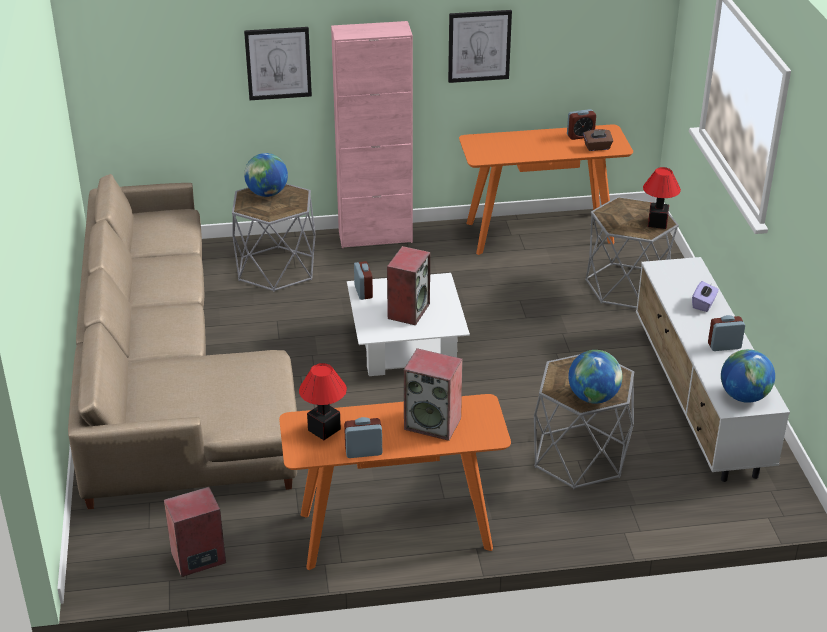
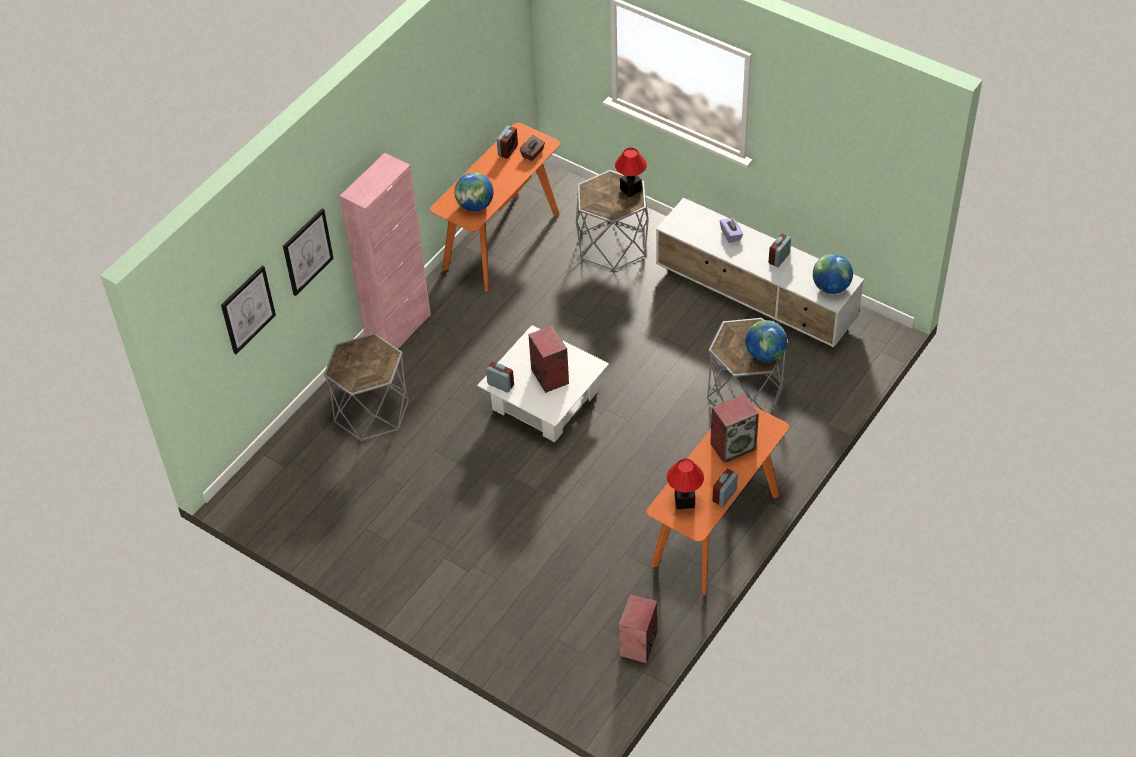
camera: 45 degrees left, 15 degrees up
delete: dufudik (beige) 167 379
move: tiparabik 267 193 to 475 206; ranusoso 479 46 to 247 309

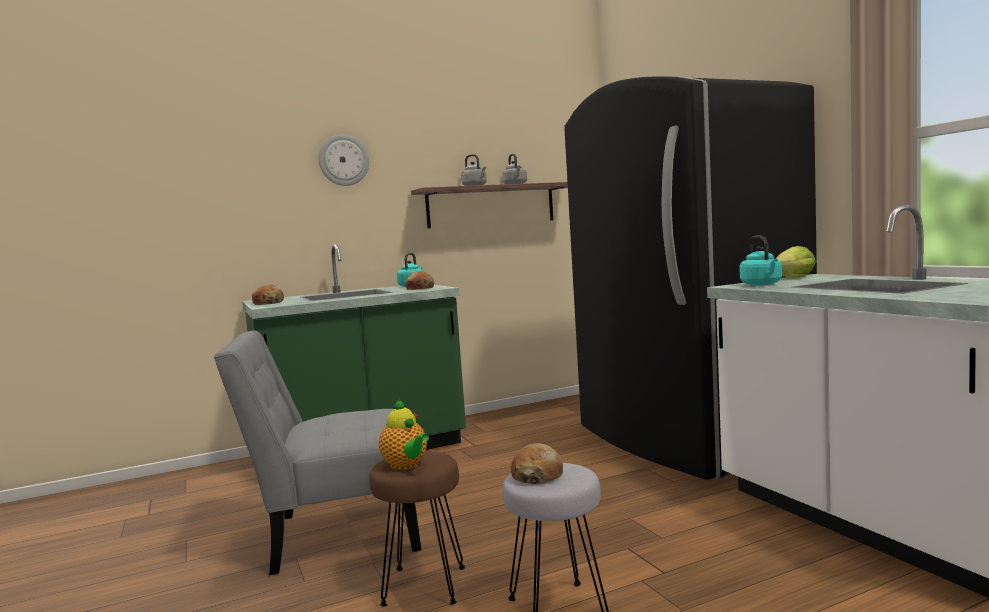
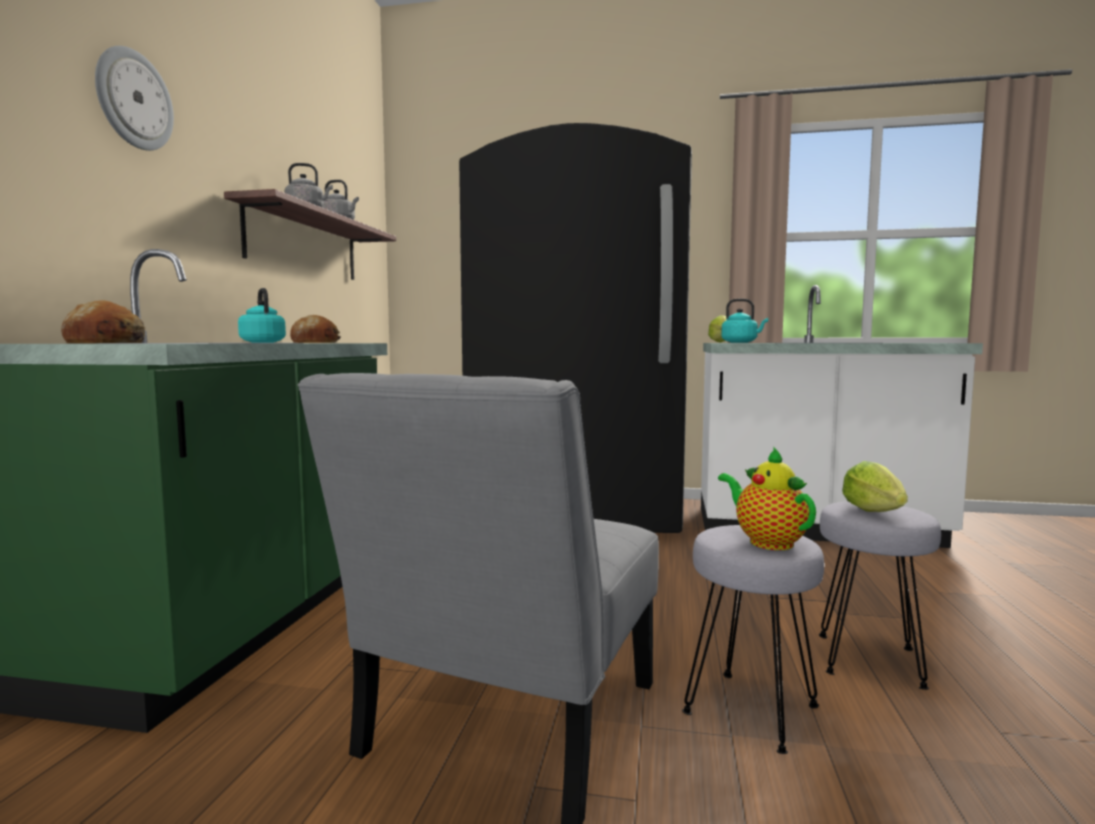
camera: 55 degrees left, 0 degrees up
replace: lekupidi 537 476 to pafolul 876 513
recolor: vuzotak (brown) 423 585 to vuzotak (grey) 750 711
rotate: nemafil 406 465 = 766 542 120 degrees counterclockwise

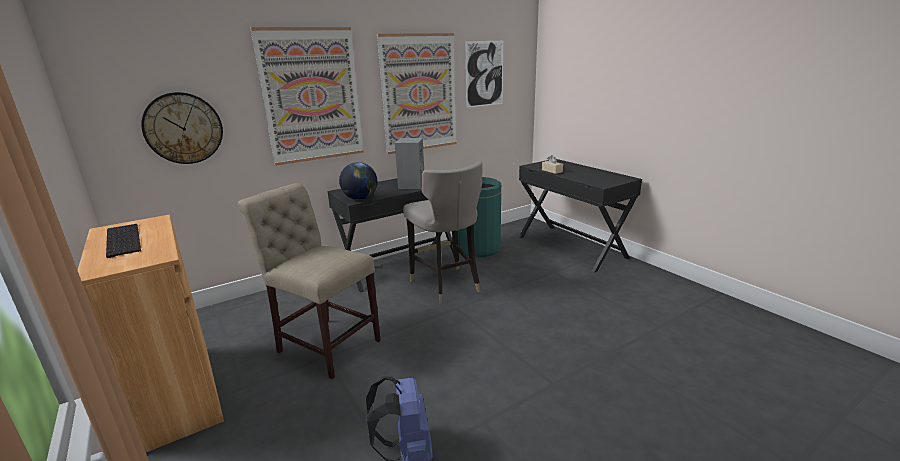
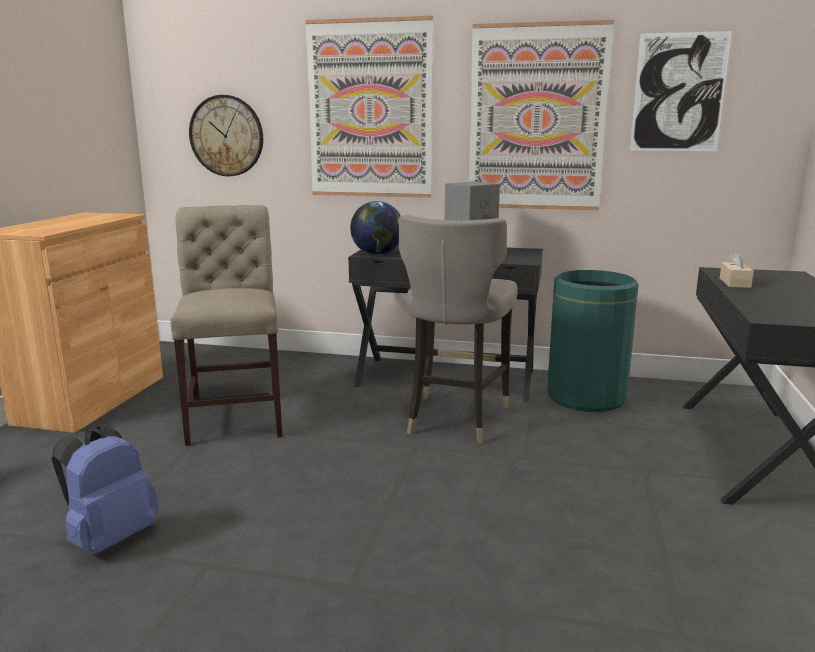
camera: 45 degrees right, 5 degrees down
delete: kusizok 121 240

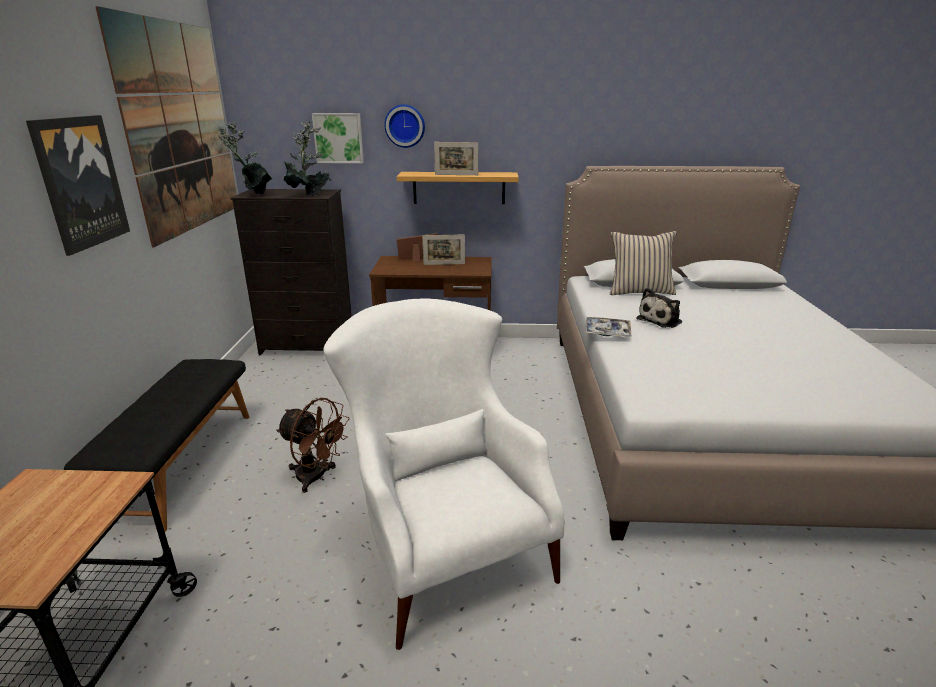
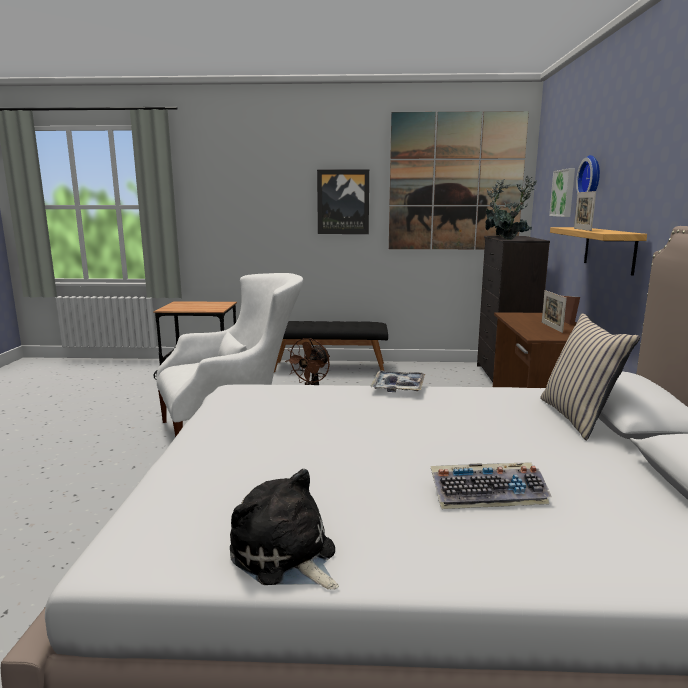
camera: 90 degrees right, 10 degrees down
insert: kusizok 488 493
move: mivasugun 661 320 to 286 556

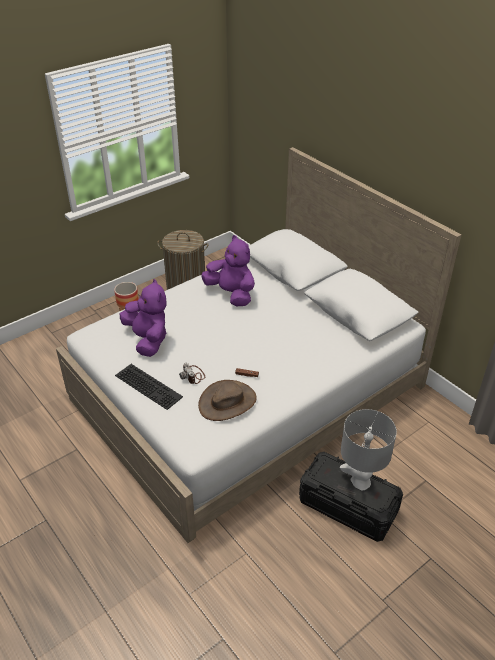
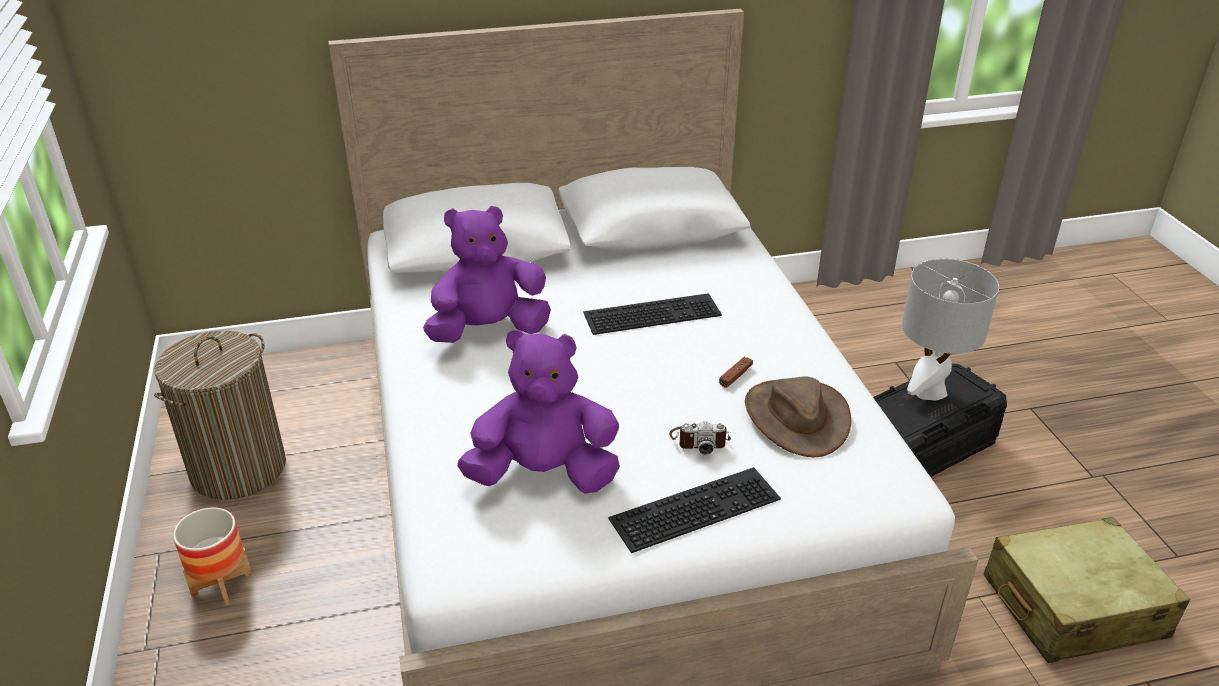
camera: 65 degrees left, 5 degrees down
insert: kusizok 653 312; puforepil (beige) 1073 607

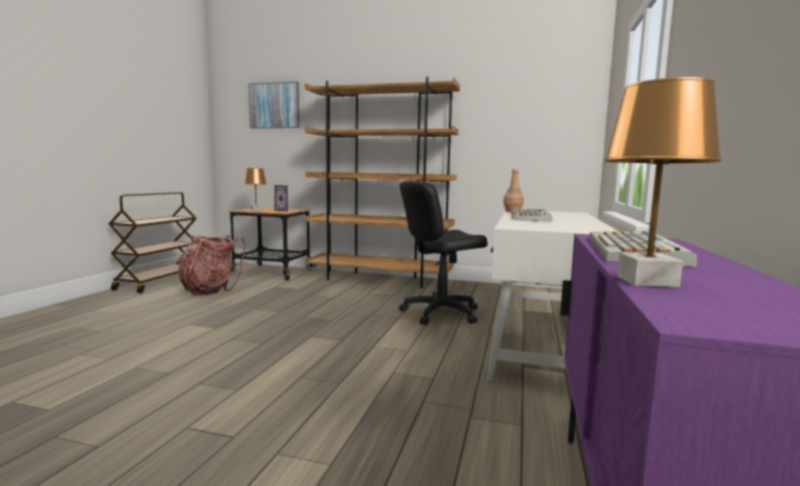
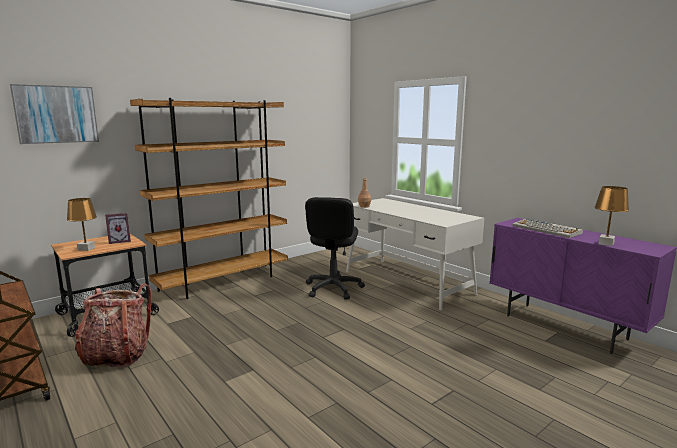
camera: 55 degrees left, 5 degrees up
delete: kusizok 530 217

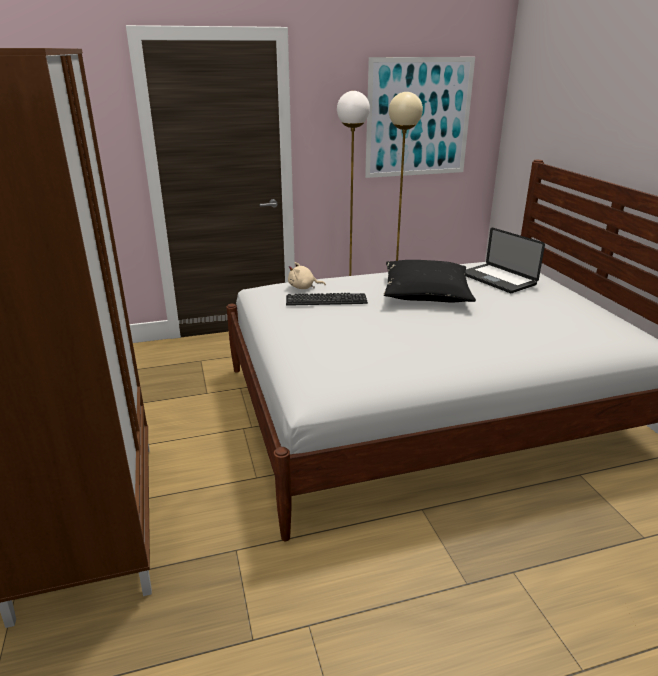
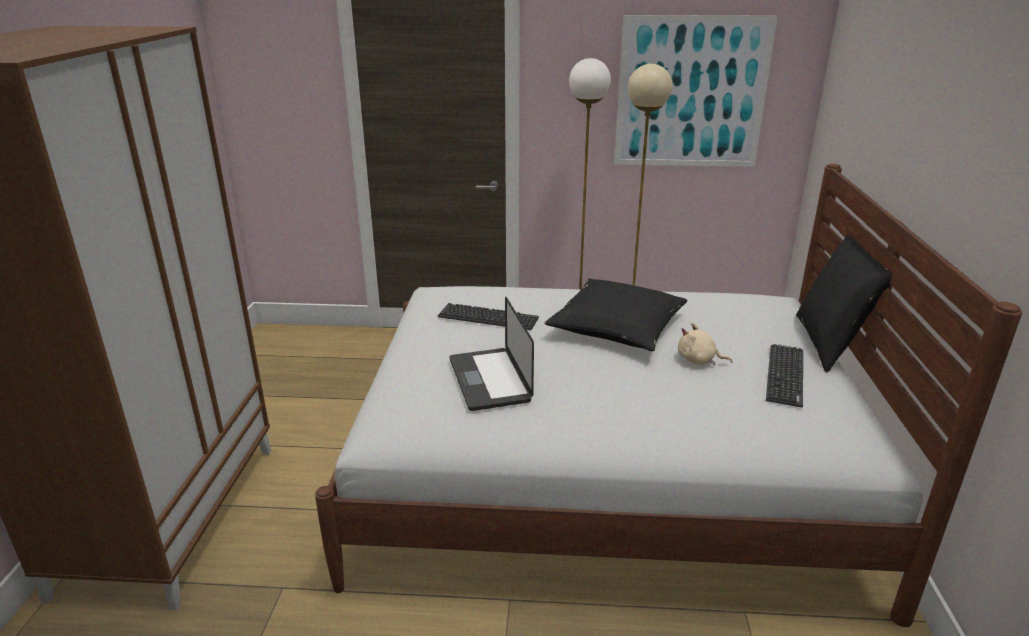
camera: 20 degrees right, 0 degrees up
insert: kusizok 785 375; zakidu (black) 830 343
move: mivasugun (beige) 303 287 to 699 360; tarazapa 498 279 to 489 380

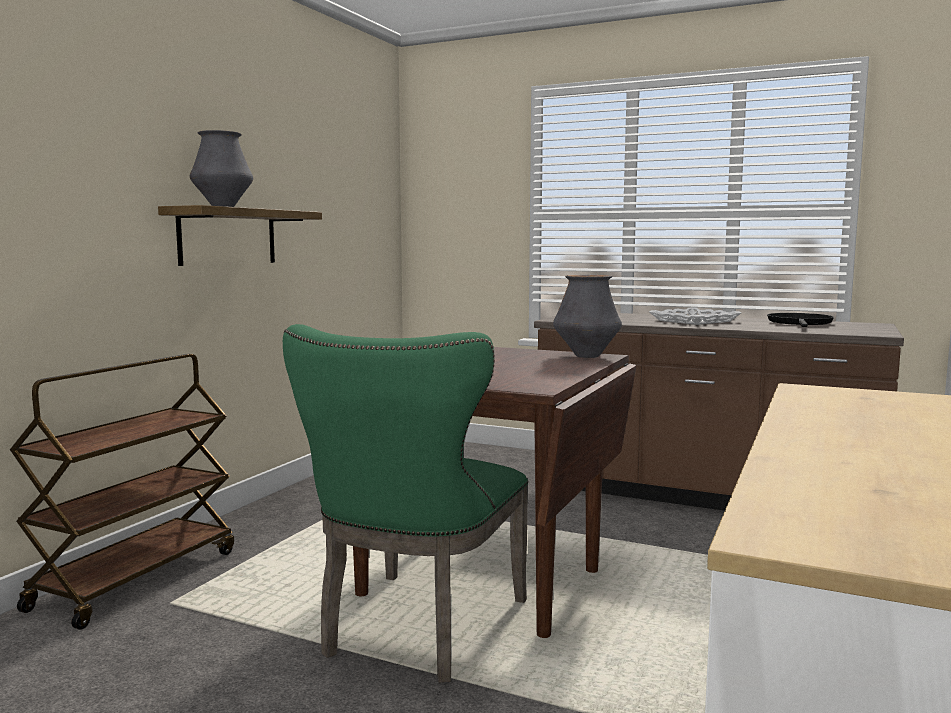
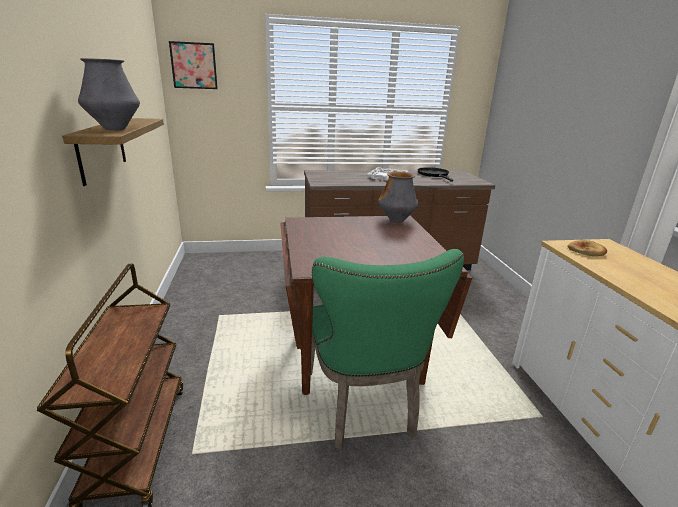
camera: 35 degrees left, 15 degrees up
insert: ranusoso 194 65; lekupidi 586 251

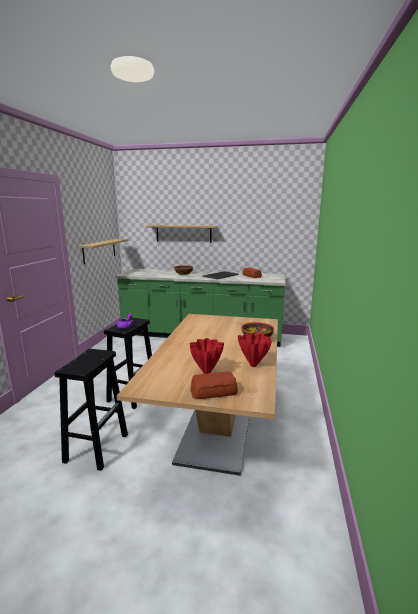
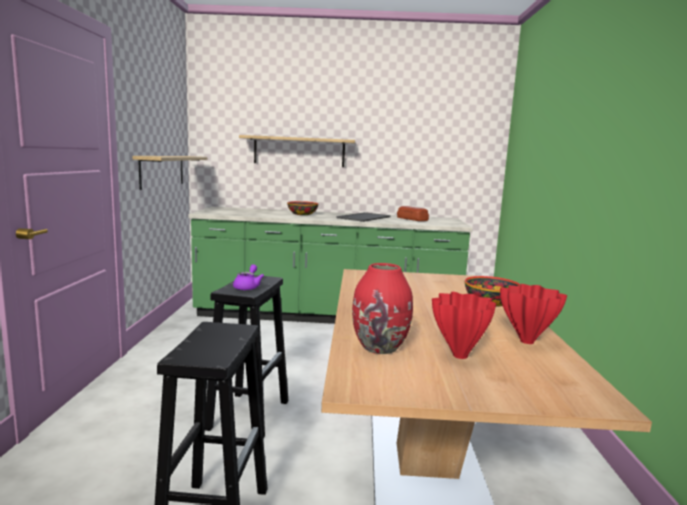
camera: 10 degrees left, 5 degrees down
delete: lekupidi 214 391
insert: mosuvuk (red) 380 347

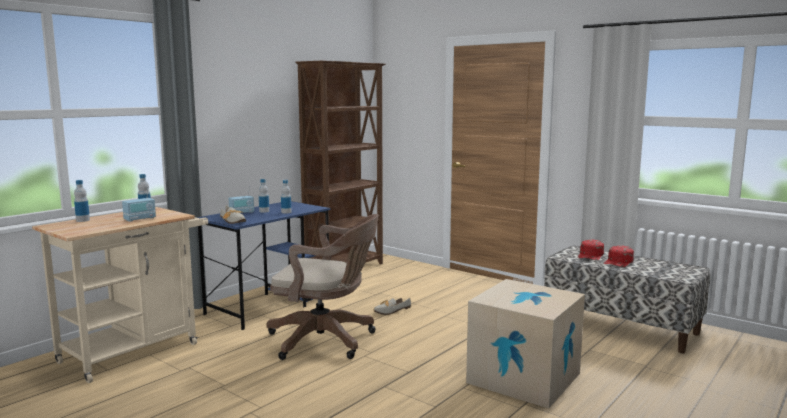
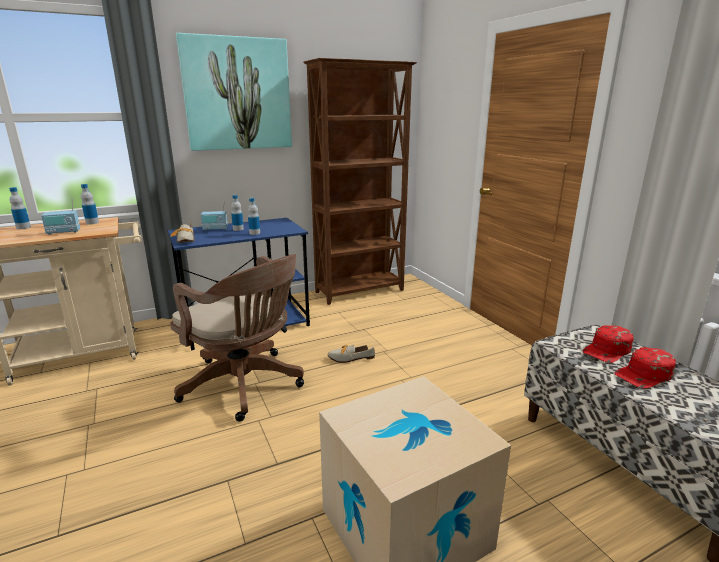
camera: 25 degrees right, 10 degrees up
insert: ranusoso 237 94

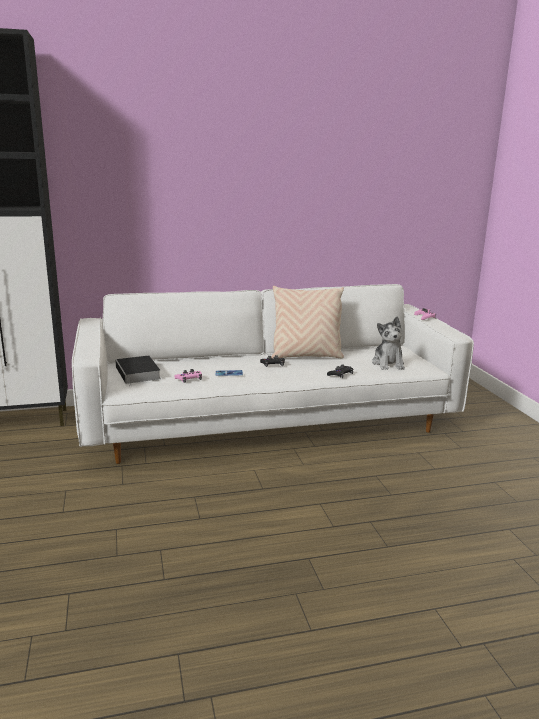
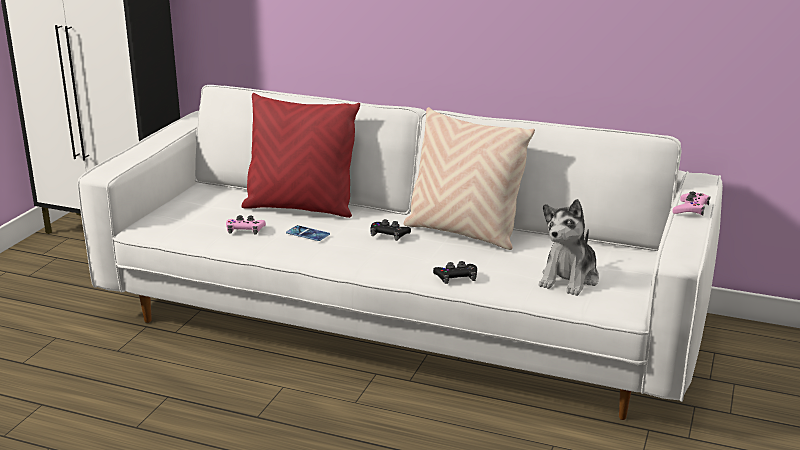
camera: 35 degrees right, 5 degrees up
delete: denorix 138 373
insert: zakidu (red) 300 208

